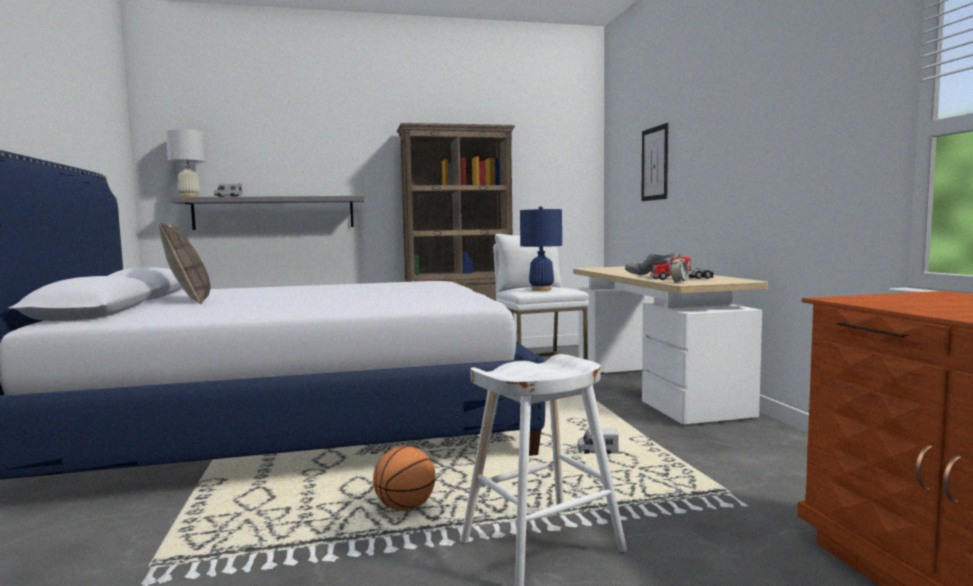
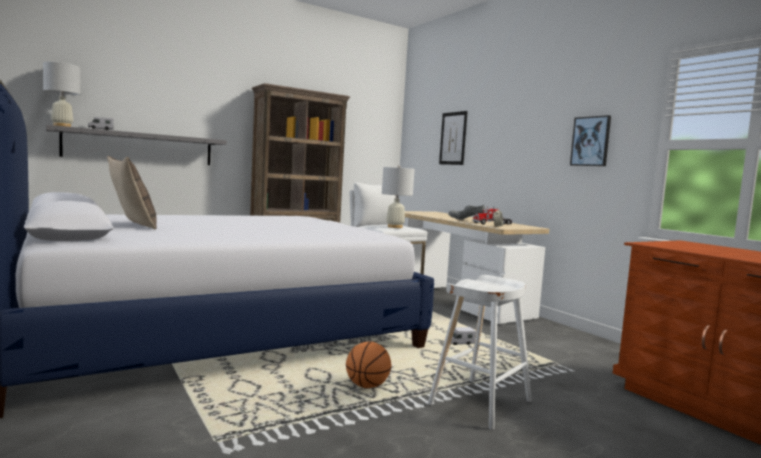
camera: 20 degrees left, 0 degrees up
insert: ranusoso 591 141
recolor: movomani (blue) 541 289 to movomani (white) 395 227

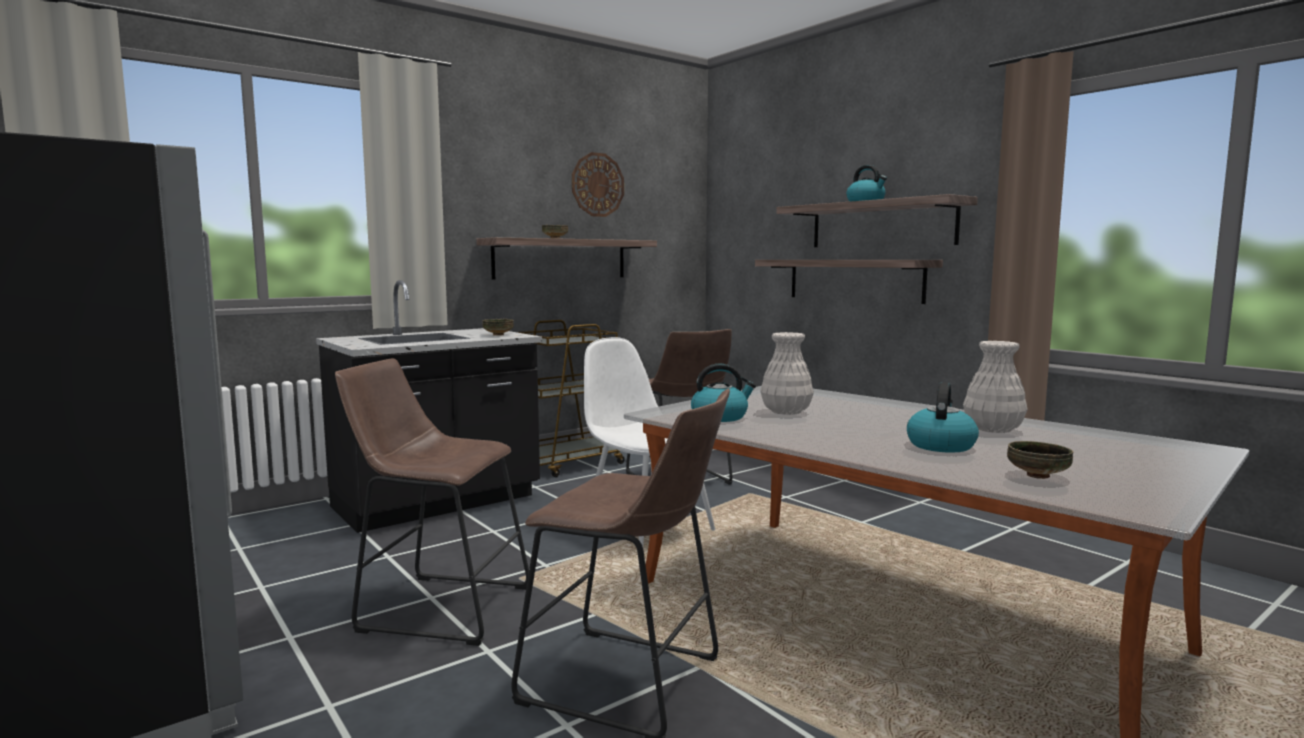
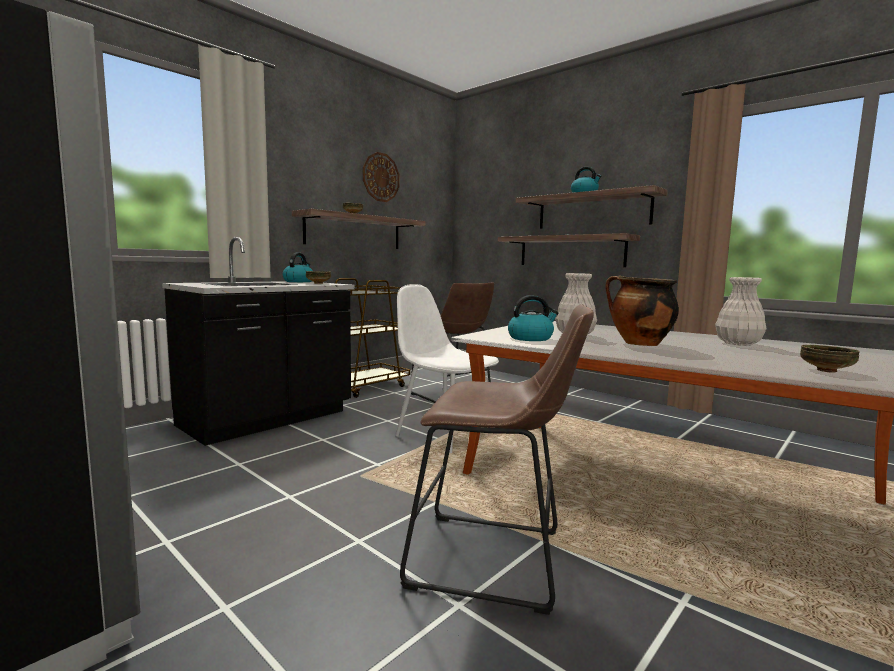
camera: 10 degrees left, 0 degrees up
delete: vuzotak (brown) 437 607
insert: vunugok 639 344
move: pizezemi 940 445 to 298 281

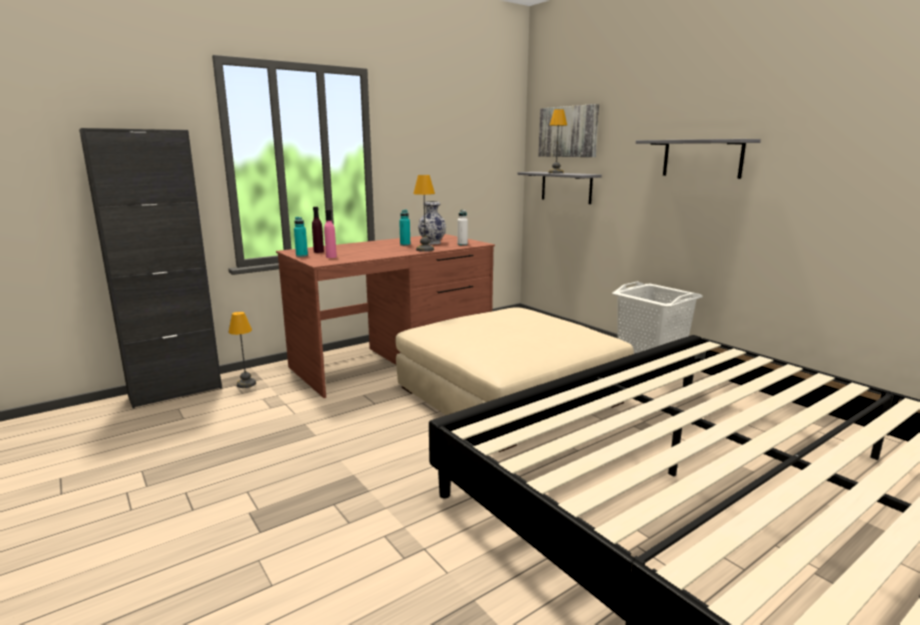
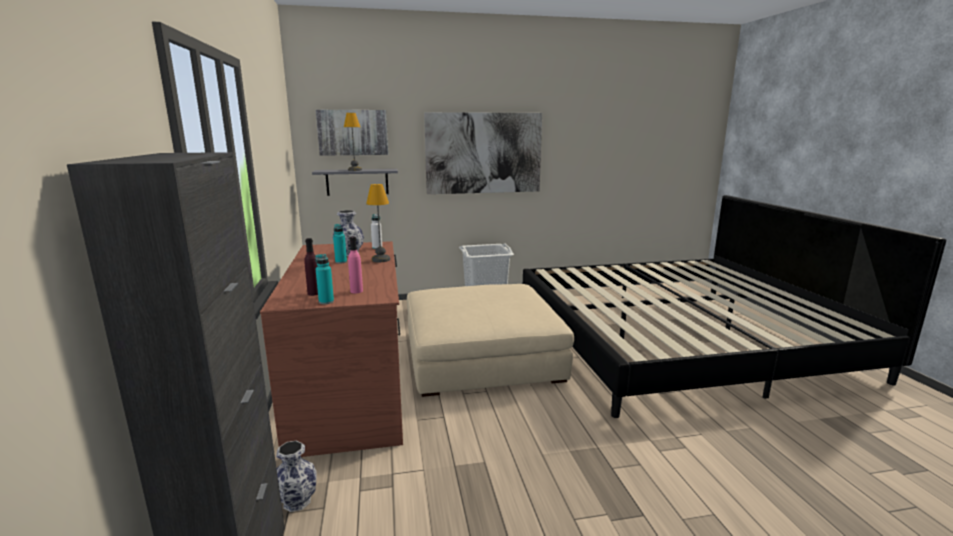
camera: 65 degrees left, 0 degrees up
replace: movomani 246 384 to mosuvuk 297 502; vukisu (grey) 702 158 to ranusoso 483 153

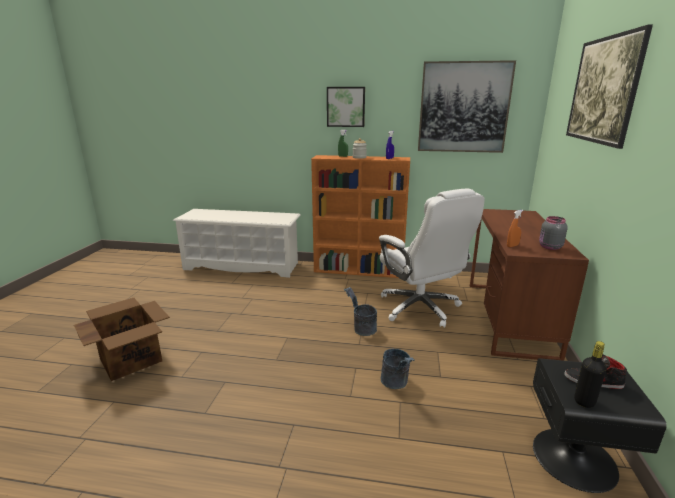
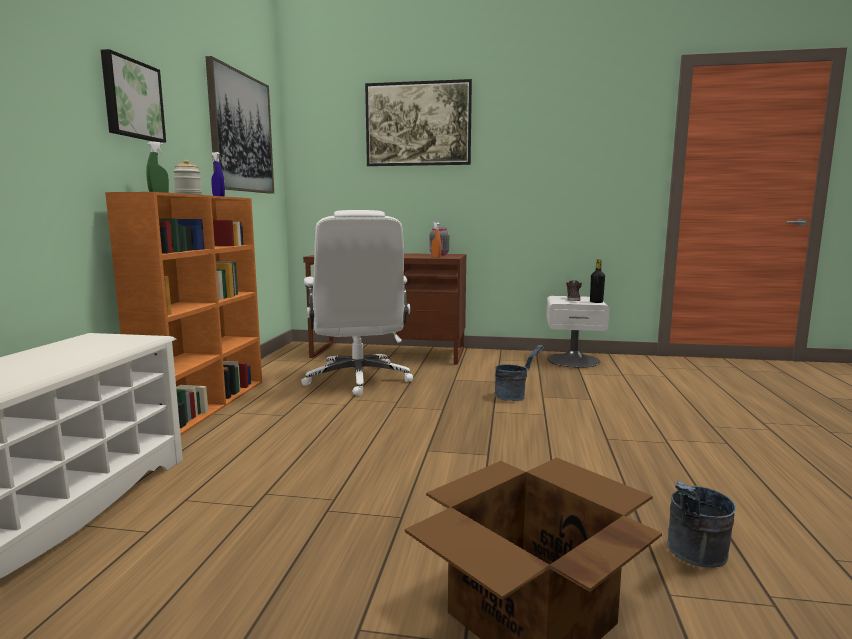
camera: 90 degrees left, 10 degrees down
move: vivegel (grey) 361 328 to 694 556
recolor: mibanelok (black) 575 458 to mibanelok (white) 573 360
rotate: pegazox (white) 420 308 = 358 379 105 degrees clockwise

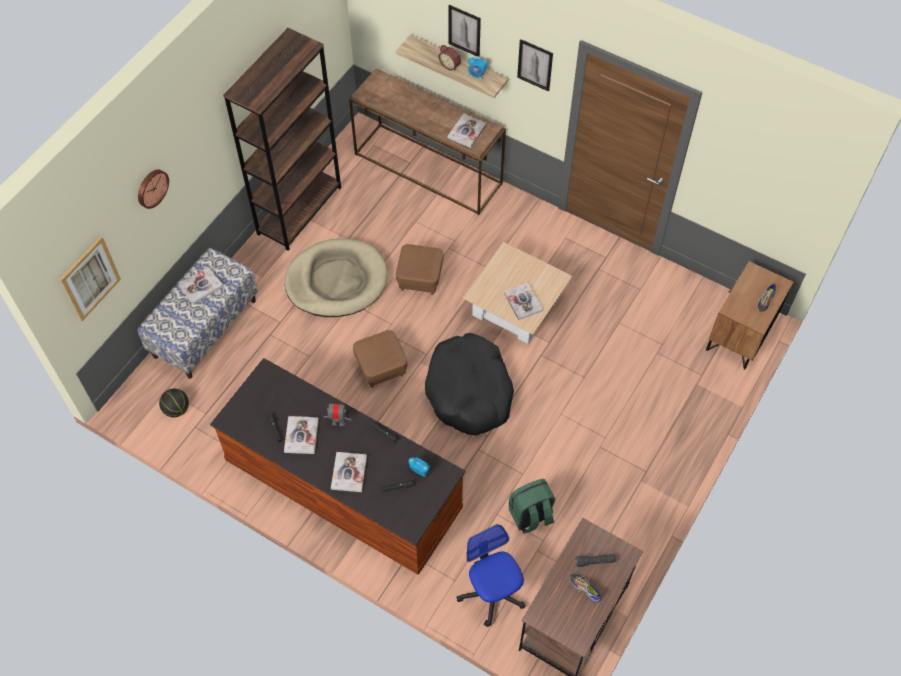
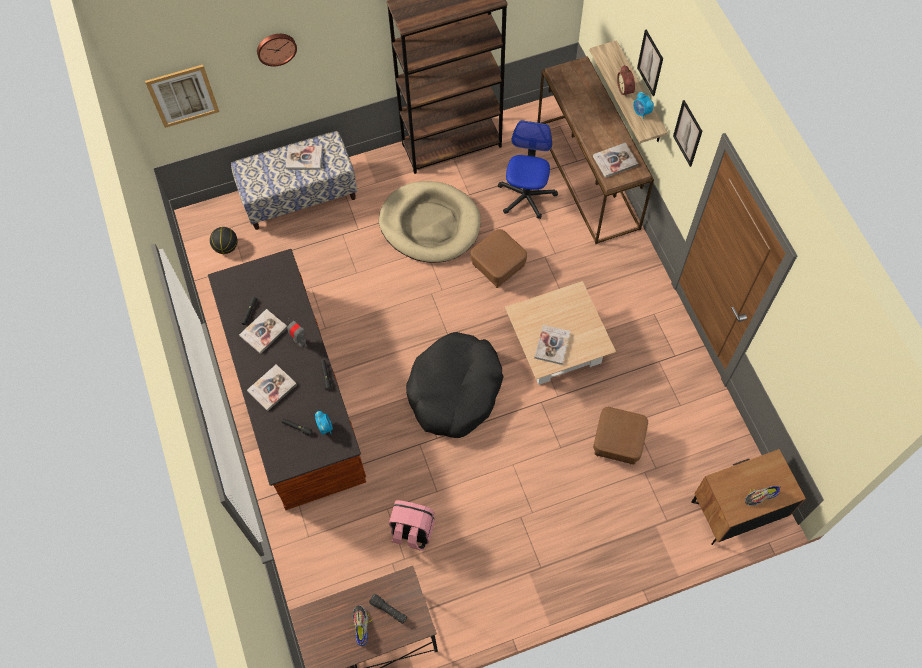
camera: 40 degrees right, 5 degrees up
move: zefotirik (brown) 381 367 to 617 443; pegazox 492 592 to 526 196
recolor: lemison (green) 531 516 to lemison (pink) 412 531

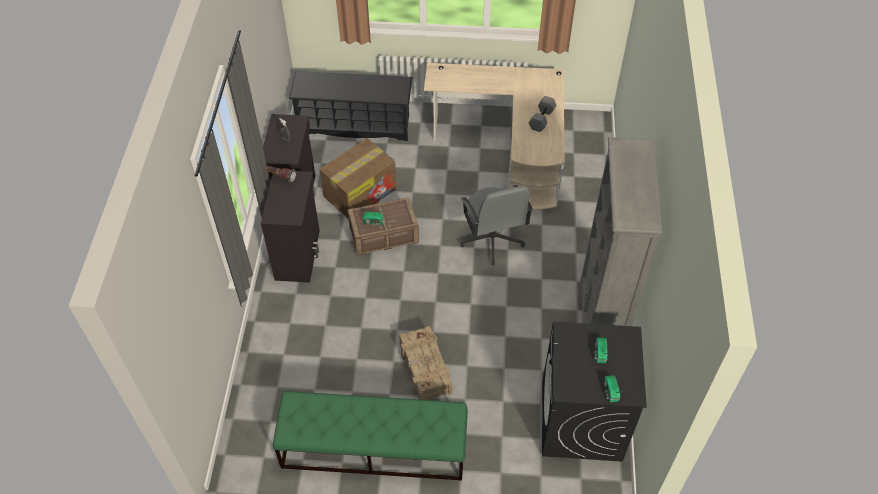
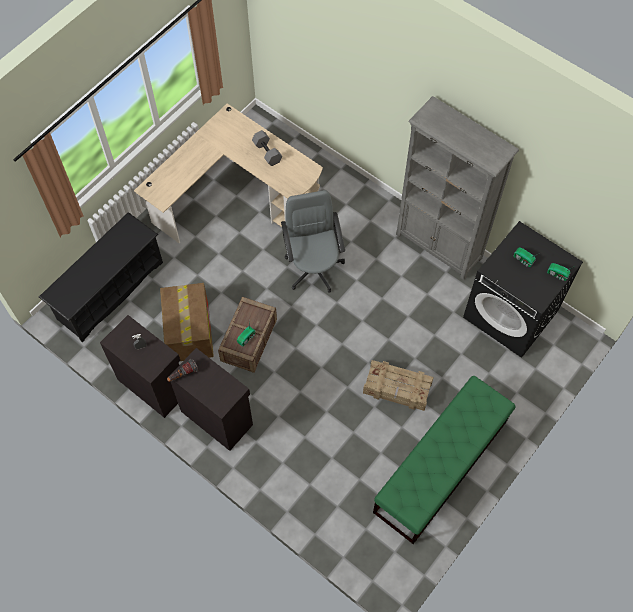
camera: 55 degrees left, 10 degrees up
rotate: pegazox (grey) 492 239 = 314 267 120 degrees counterclockwise

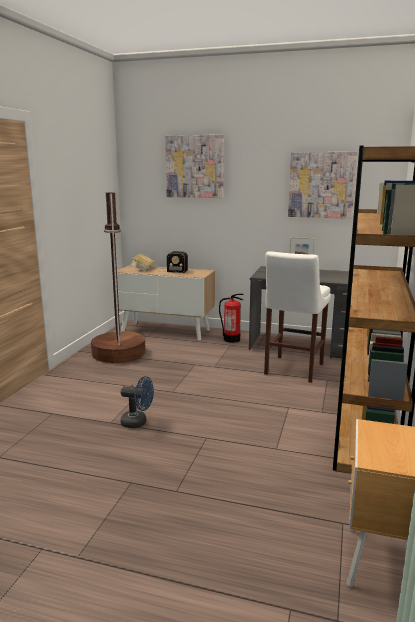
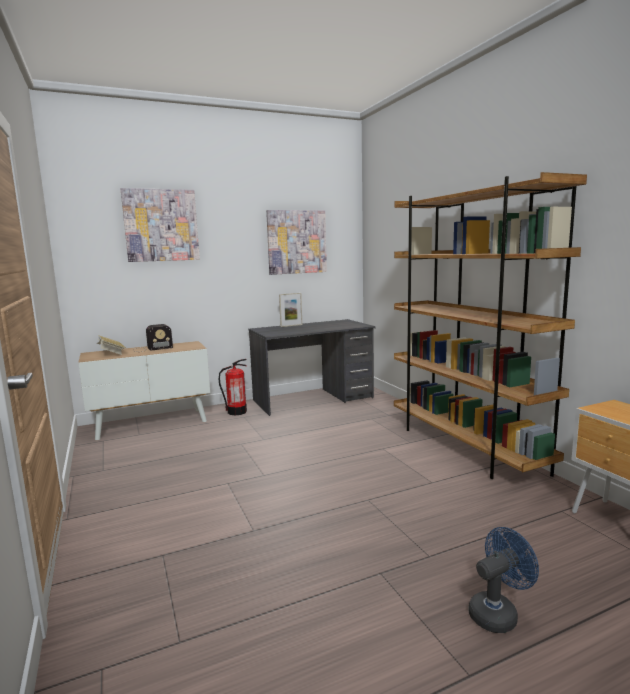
camera: 40 degrees left, 5 degrees down
delete: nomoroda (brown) 118 353; vuzotak (white) 292 370
move: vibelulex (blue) 138 422 to 498 613

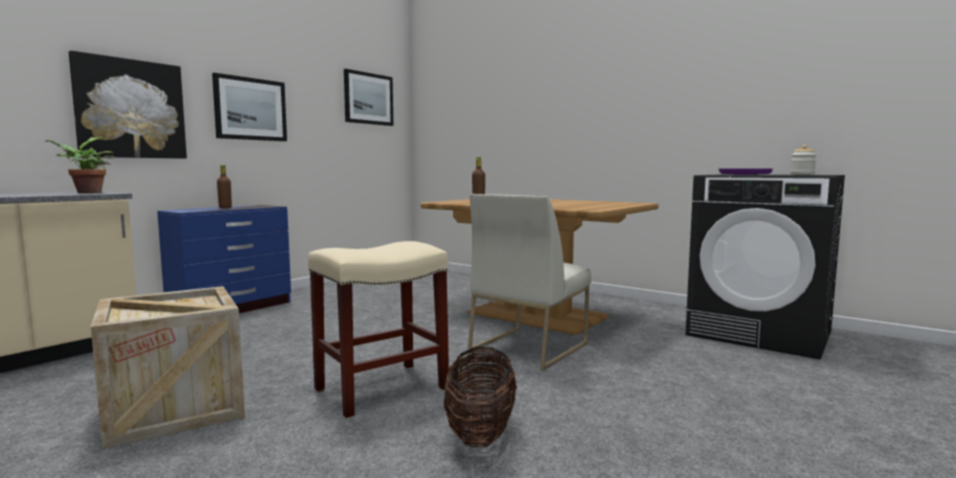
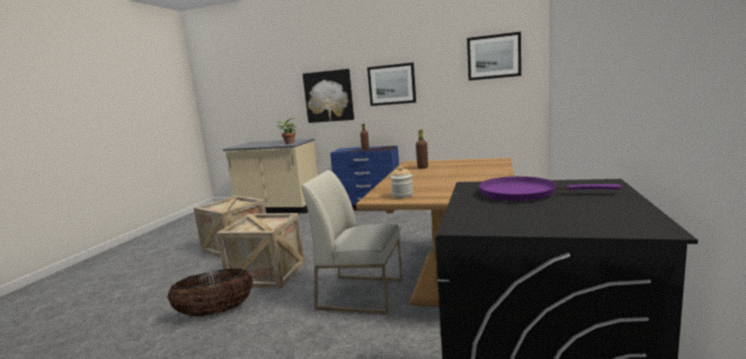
camera: 70 degrees right, 5 degrees up
move: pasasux 802 174 to 402 195
replace: vuzotak (beige) 382 389 to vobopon 267 274

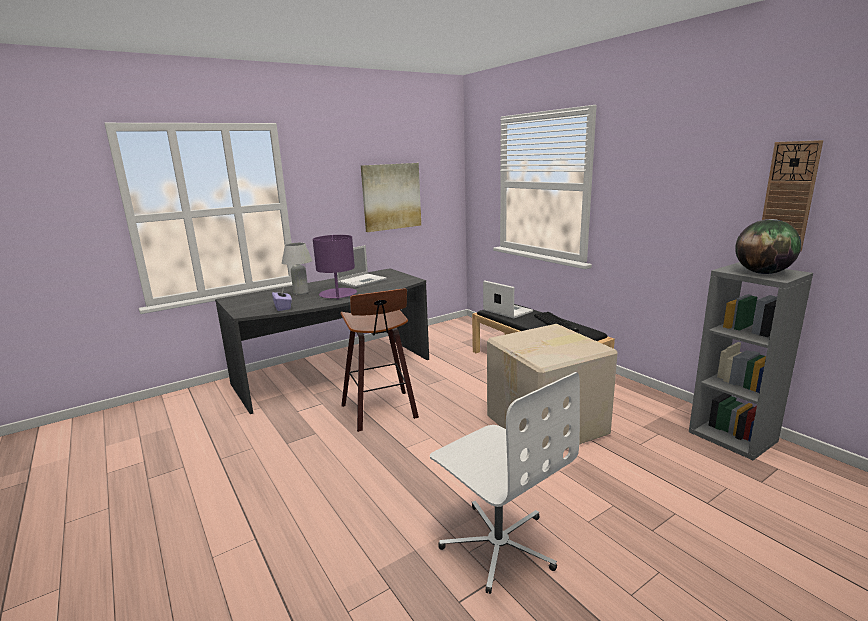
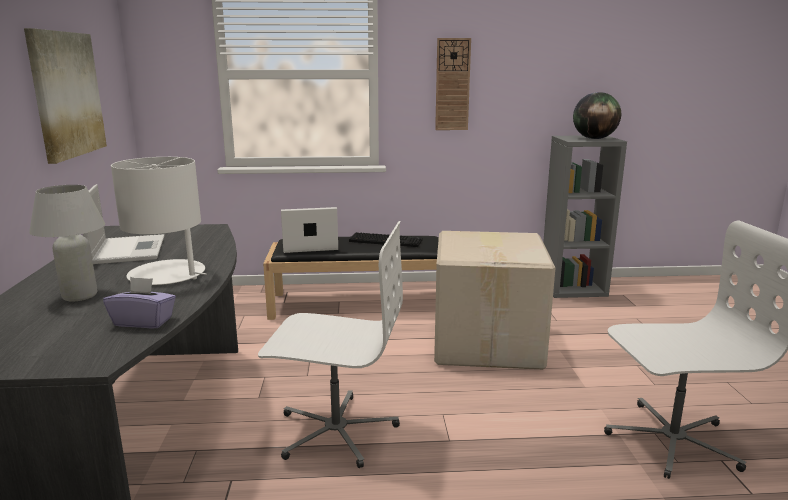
camera: 60 degrees left, 0 degrees up
move: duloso 789 196 to 452 84
replace: vuzotak 382 412 to pegazox (white) 336 431
recolor: movomani (purple) 338 294 to movomani (white) 168 274

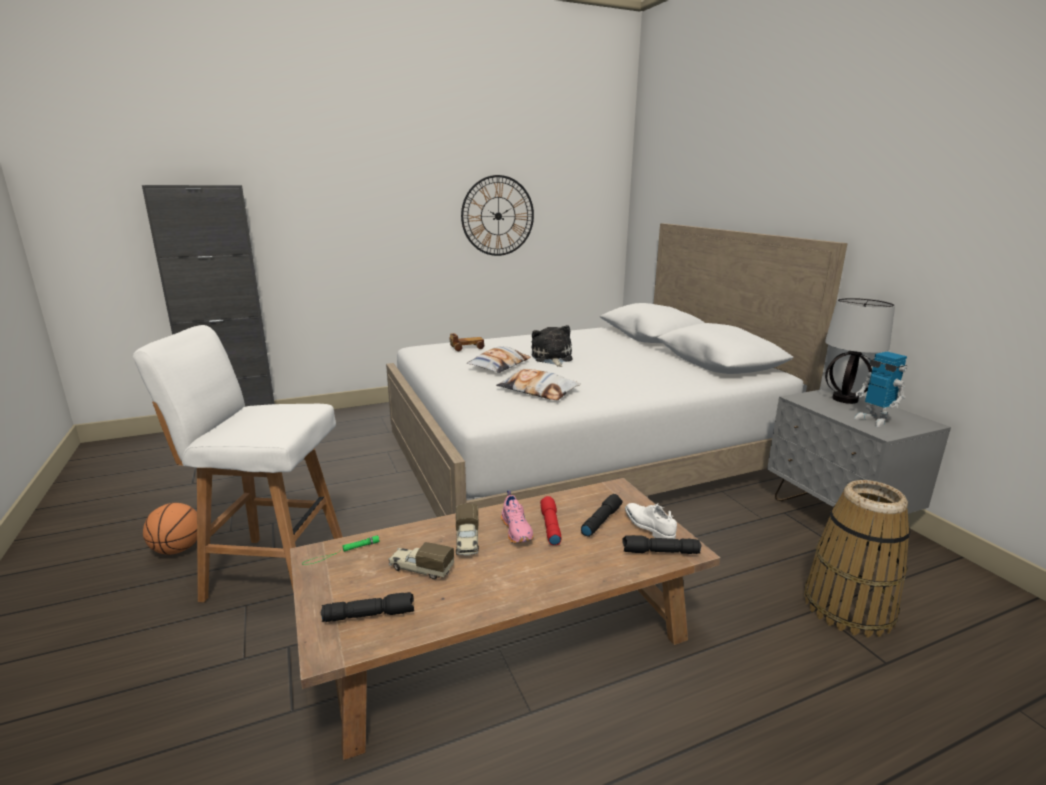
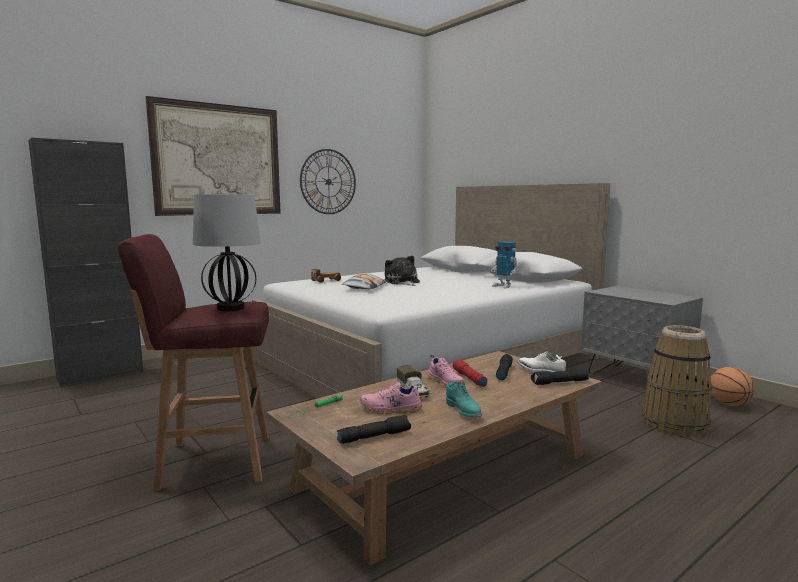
camera: 15 degrees left, 10 degrees down
delete: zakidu 538 391
insert: ranusoso 218 160; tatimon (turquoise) 463 411
move: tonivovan 177 549 to 728 404; movomani 845 399 to 231 308; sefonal 874 420 to 503 286
replace: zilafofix 420 569 to tatimon (pink) 391 410
recolor: vuzotak (white) 273 570 to vuzotak (red) 212 461

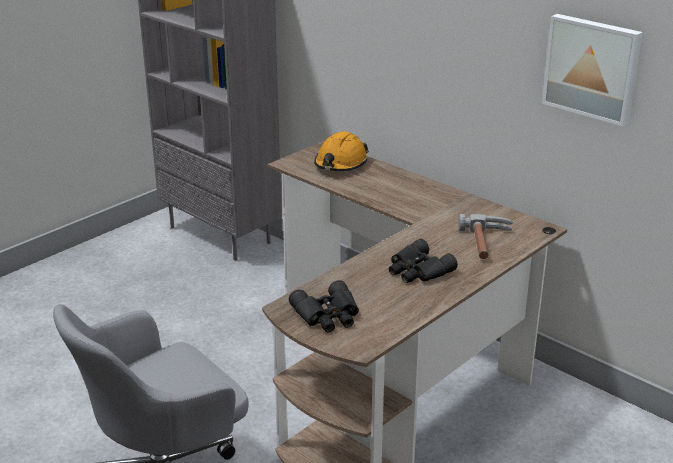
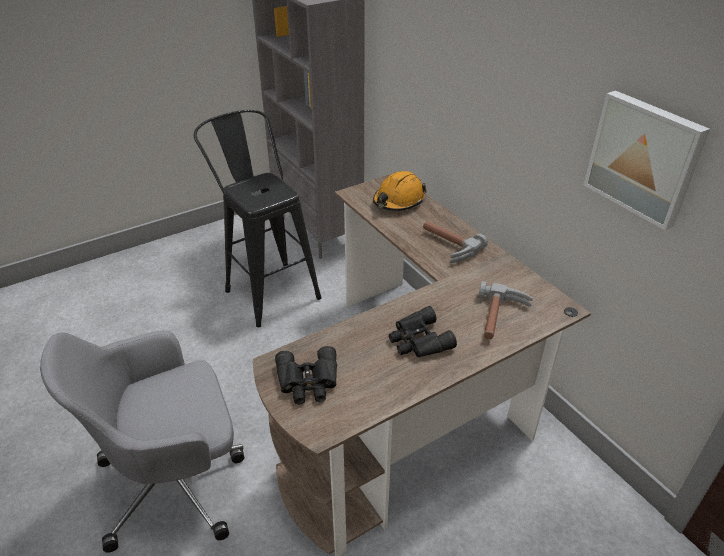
camera: 15 degrees right, 10 degrees up
insert: vuzotak (black) 268 289; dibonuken 446 246

